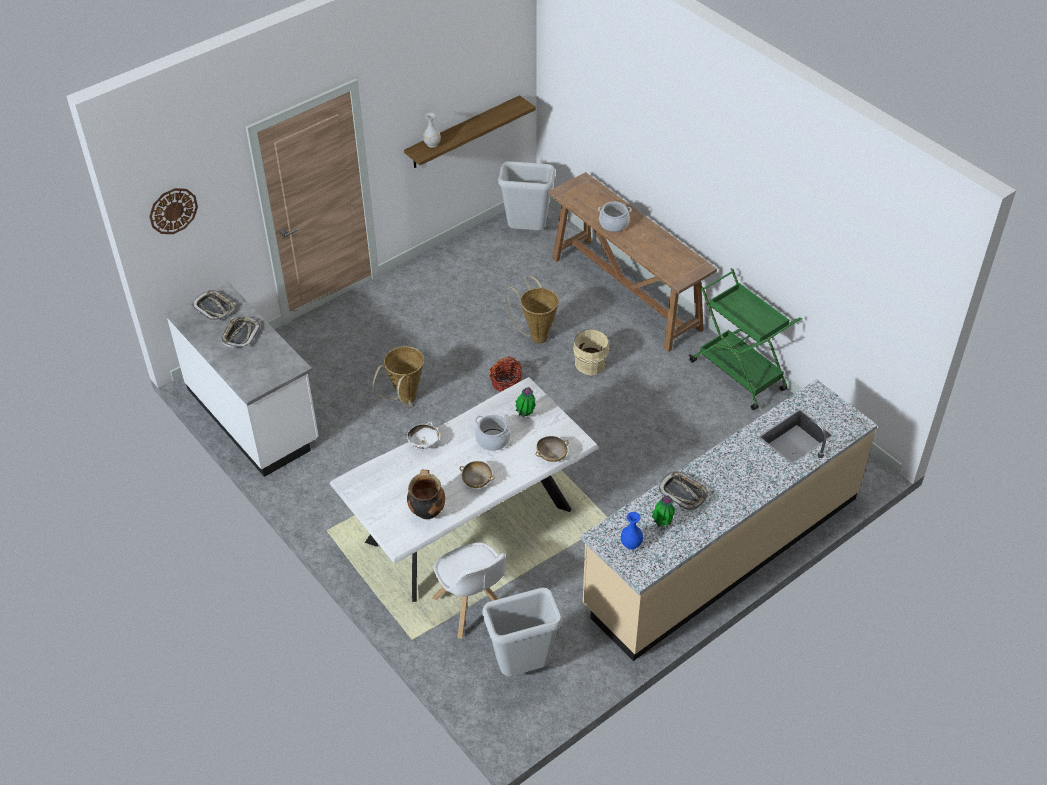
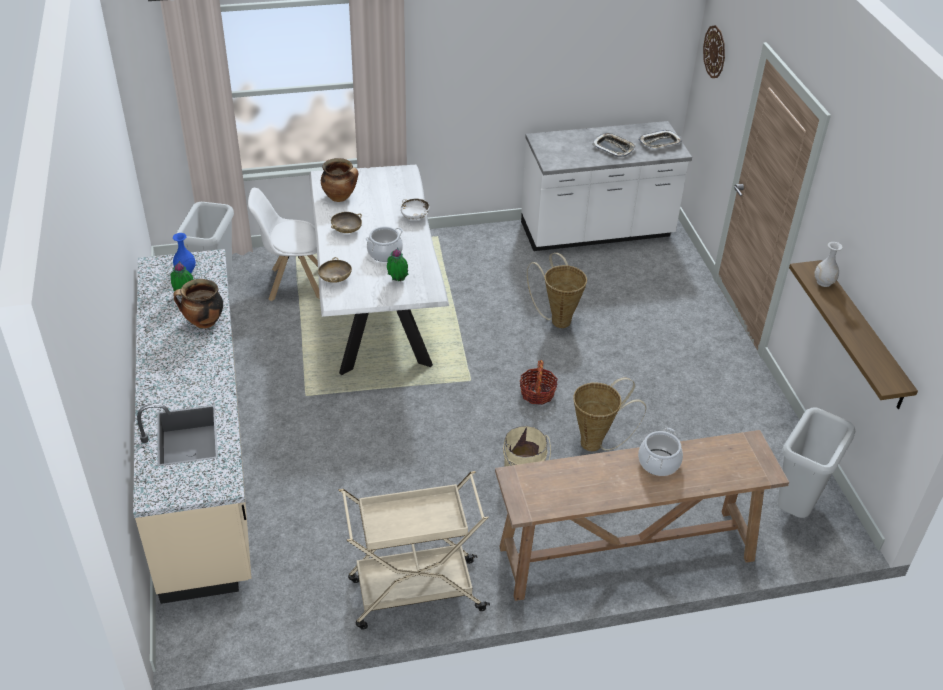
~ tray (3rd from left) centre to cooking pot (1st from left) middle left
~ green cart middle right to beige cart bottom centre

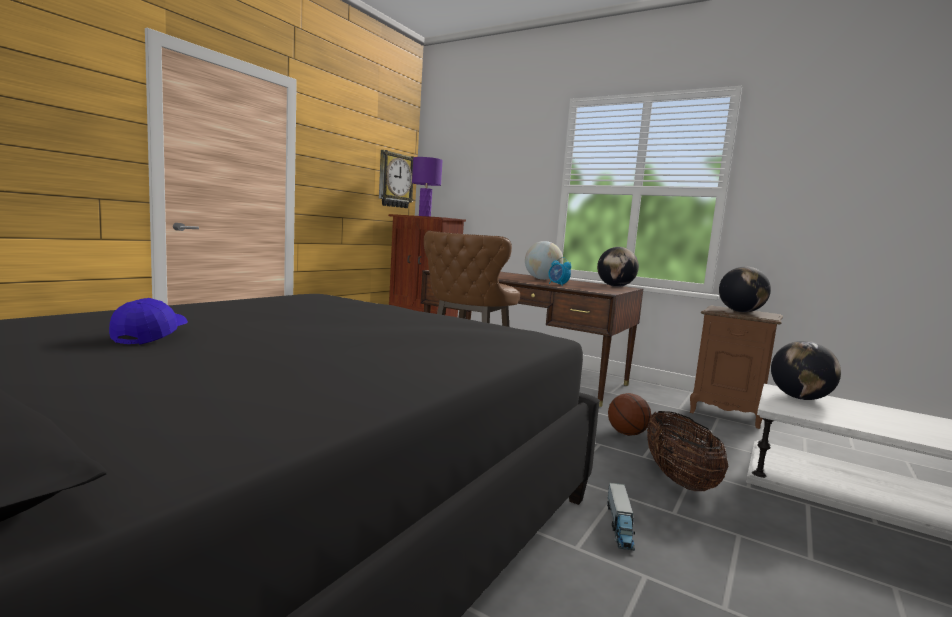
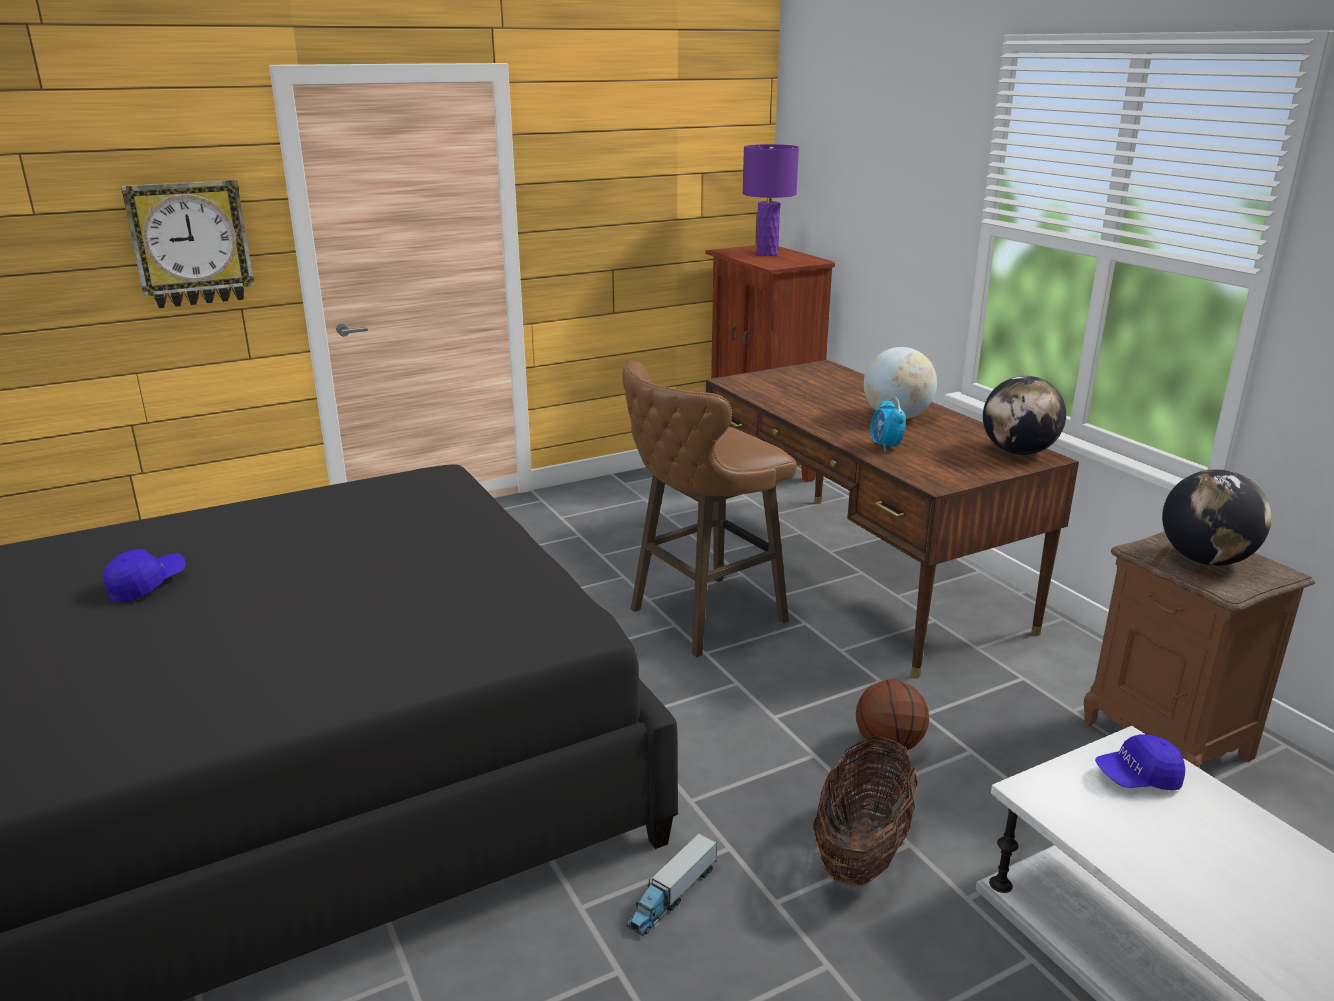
~ wall clock top centre to top left
~ globe (4th from left) middle right to blue cap (2nd from left) bottom right

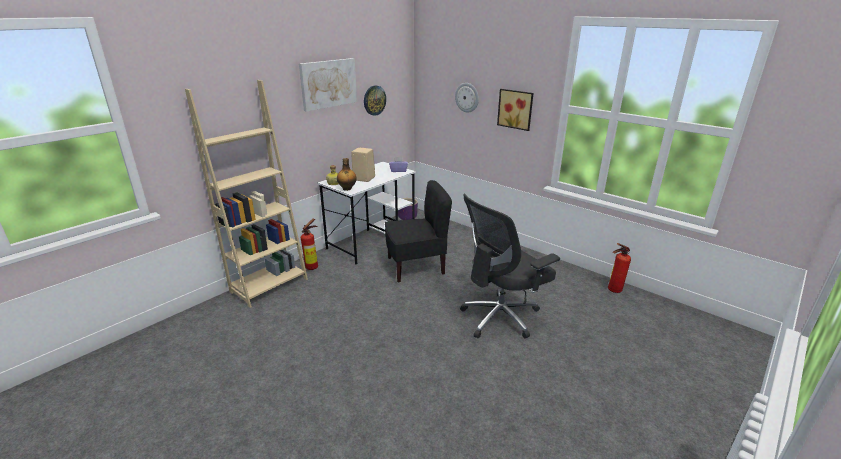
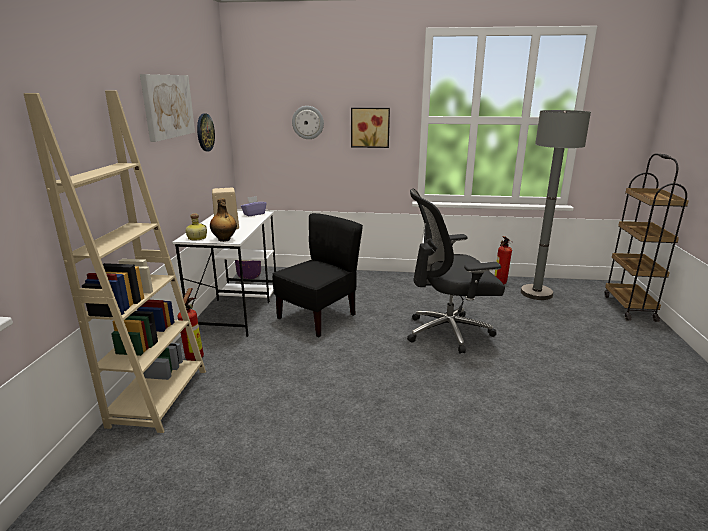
+ grey floor lamp middle right
+ brown cart middle right
~ office chair centre = centre 60 degrees clockwise

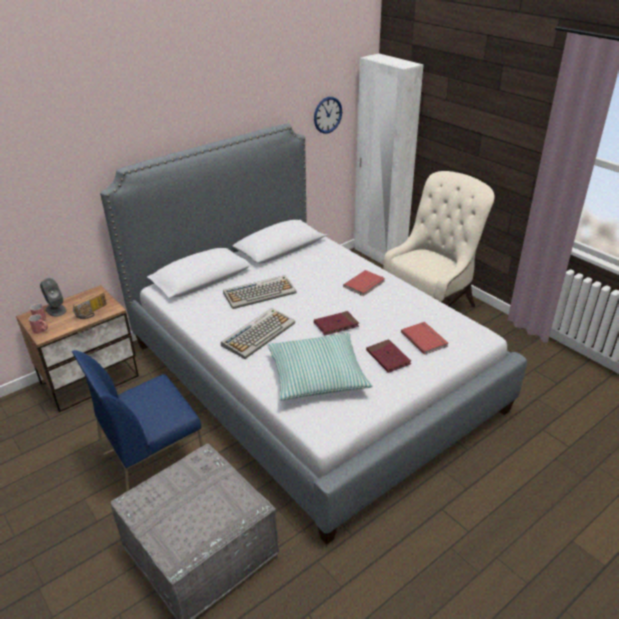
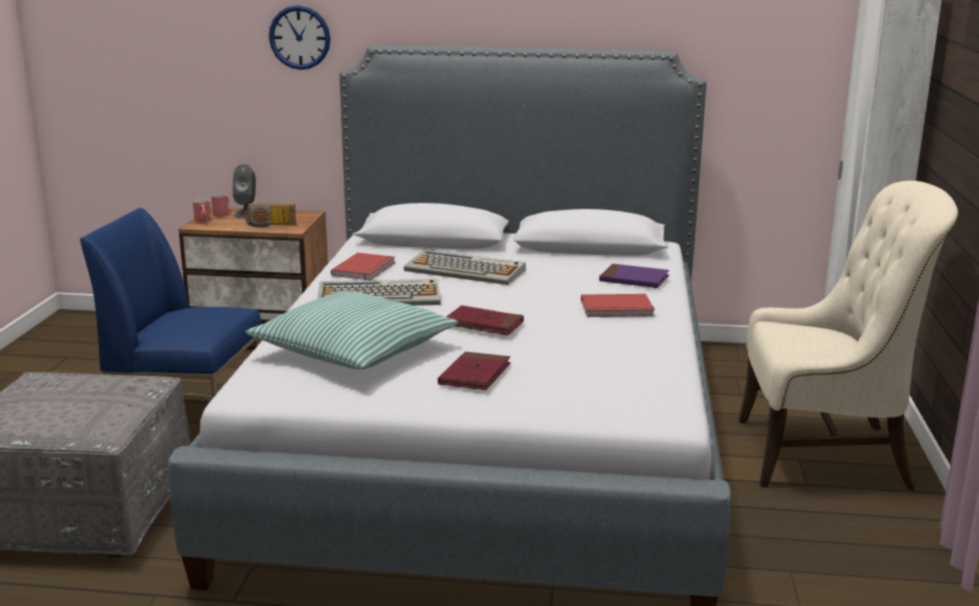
+ purple book centre
~ wall clock top centre to top left
~ red book (4th from left in the first image) middle right to red book (1st from left) centre

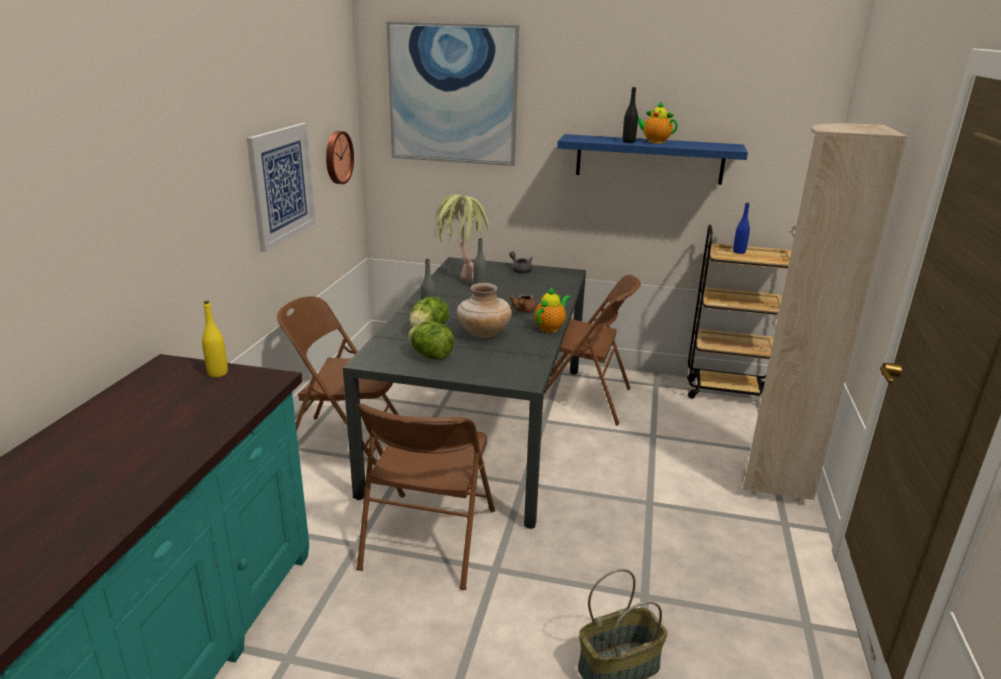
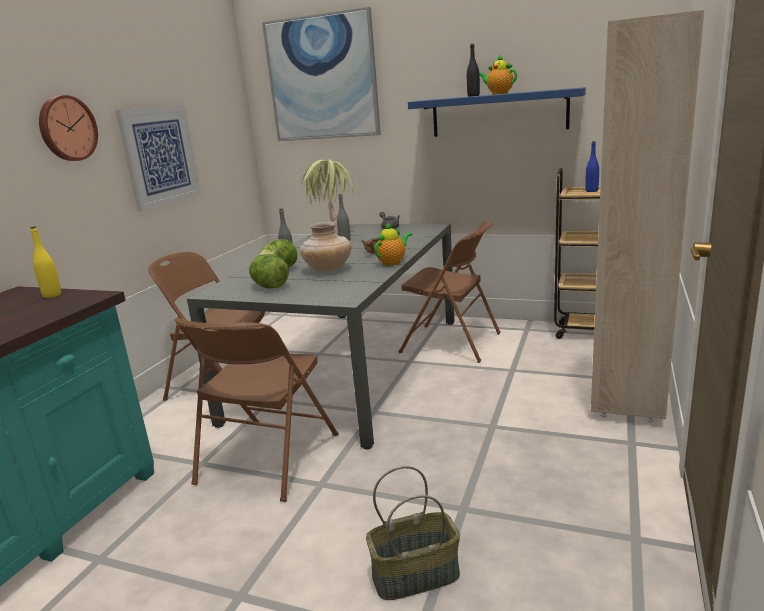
~ wall clock top centre to top left

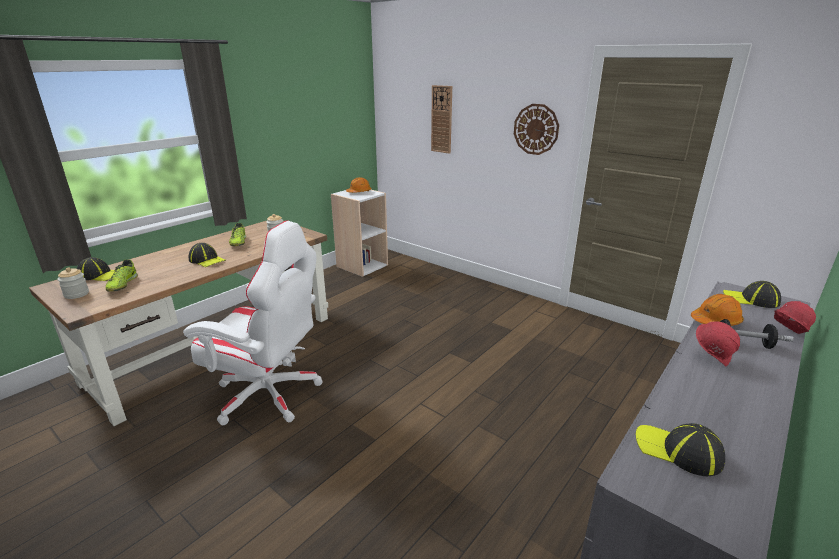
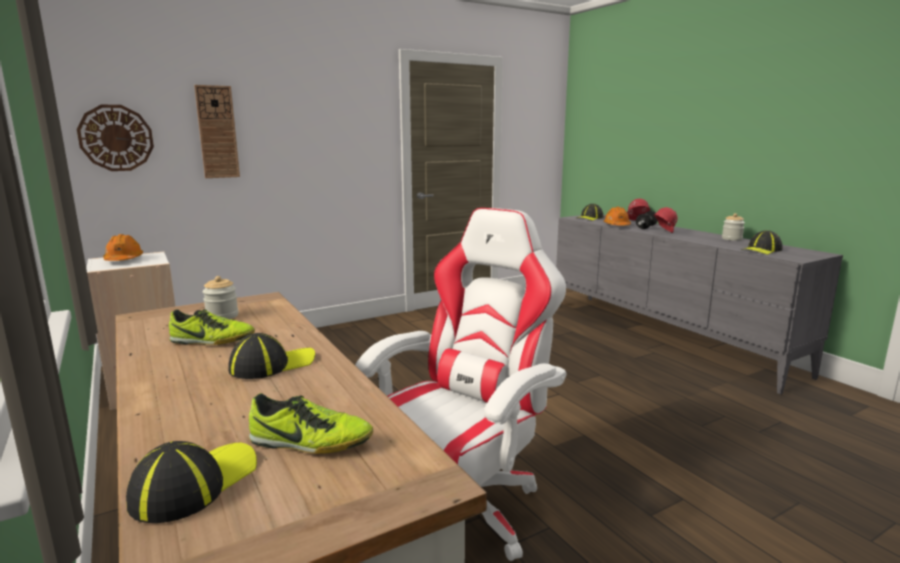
~ jar (1st from left in the first image) middle left to jar (2nd from left) middle right
~ wall clock (2nd from left in the first image) top centre to wall clock (1st from left) top left

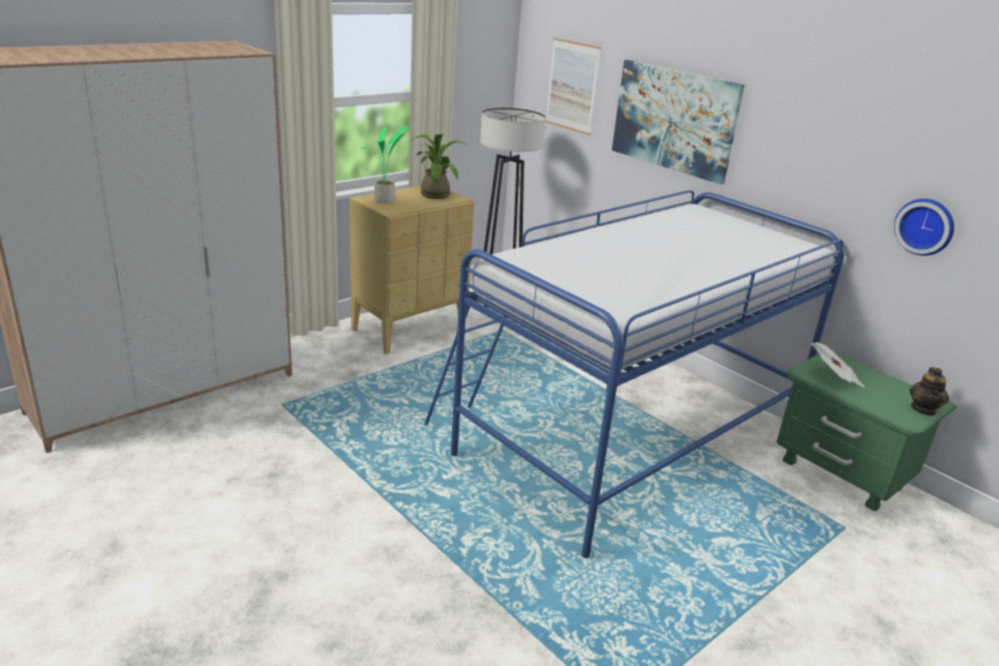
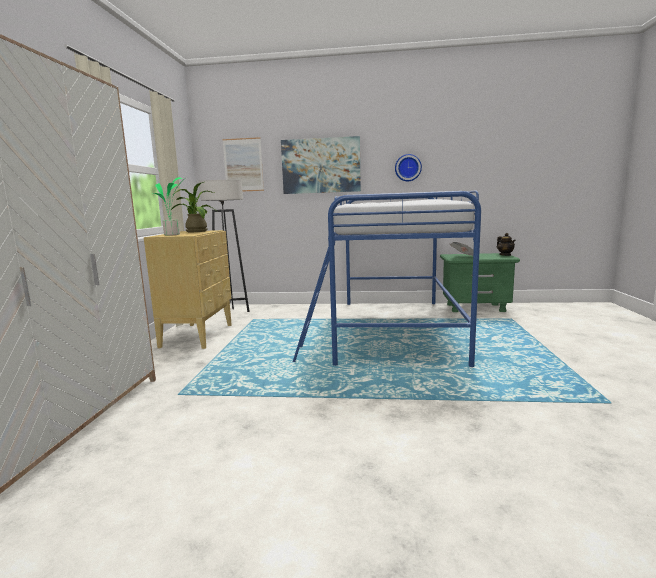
~ wall clock middle right to top centre

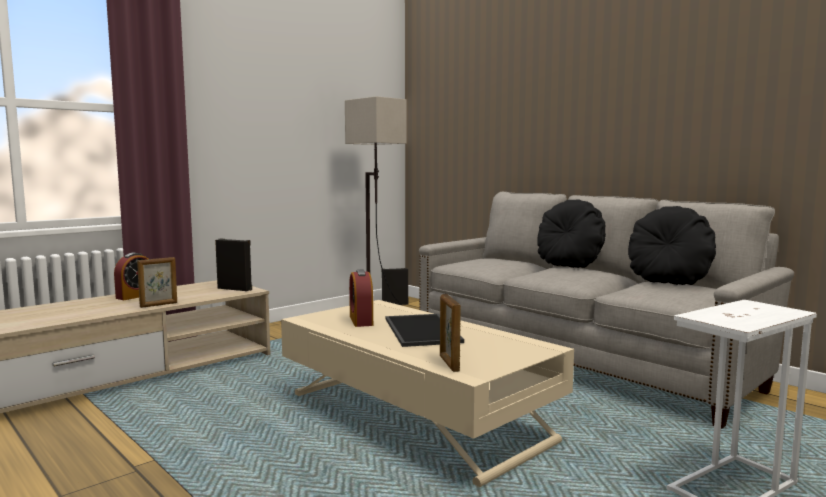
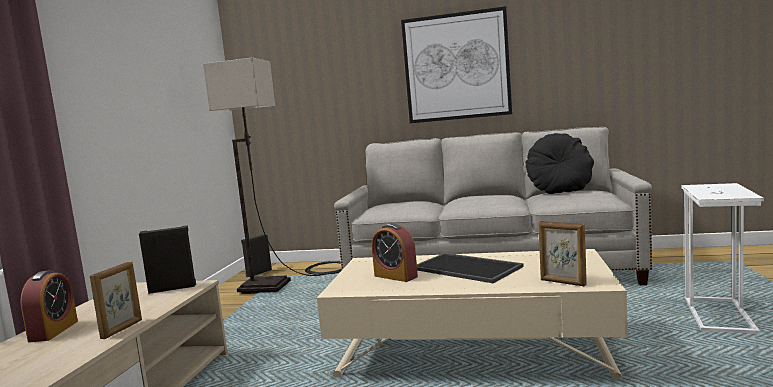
- black pillow (1st from left) middle right
+ picture top centre

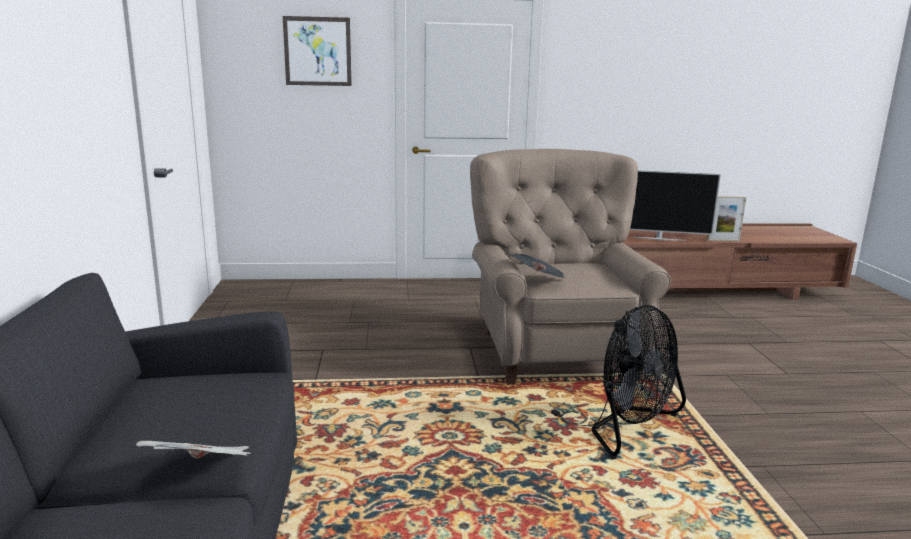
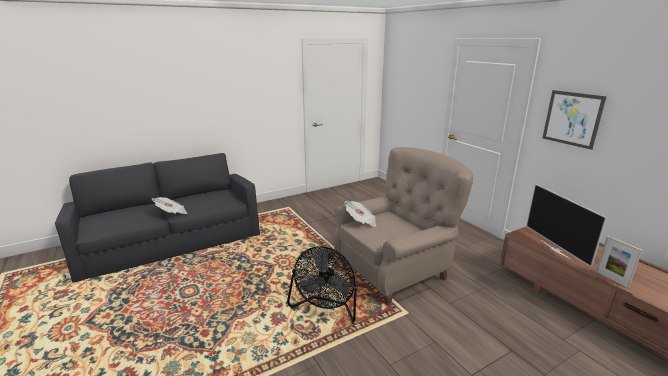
~ picture top centre to top right

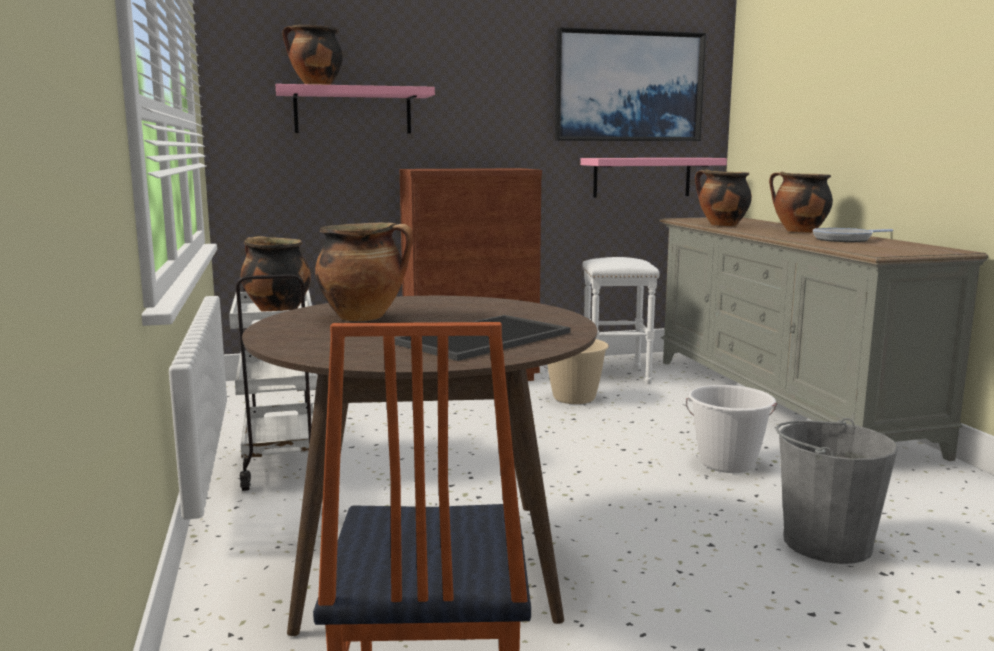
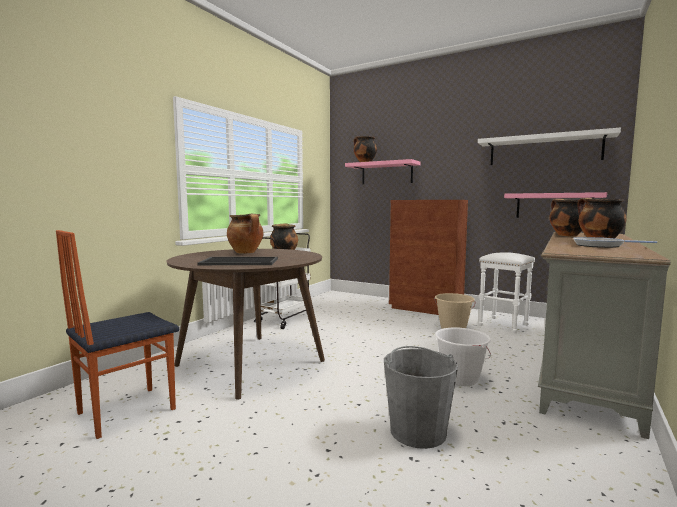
~ picture top centre to white shelf top right

